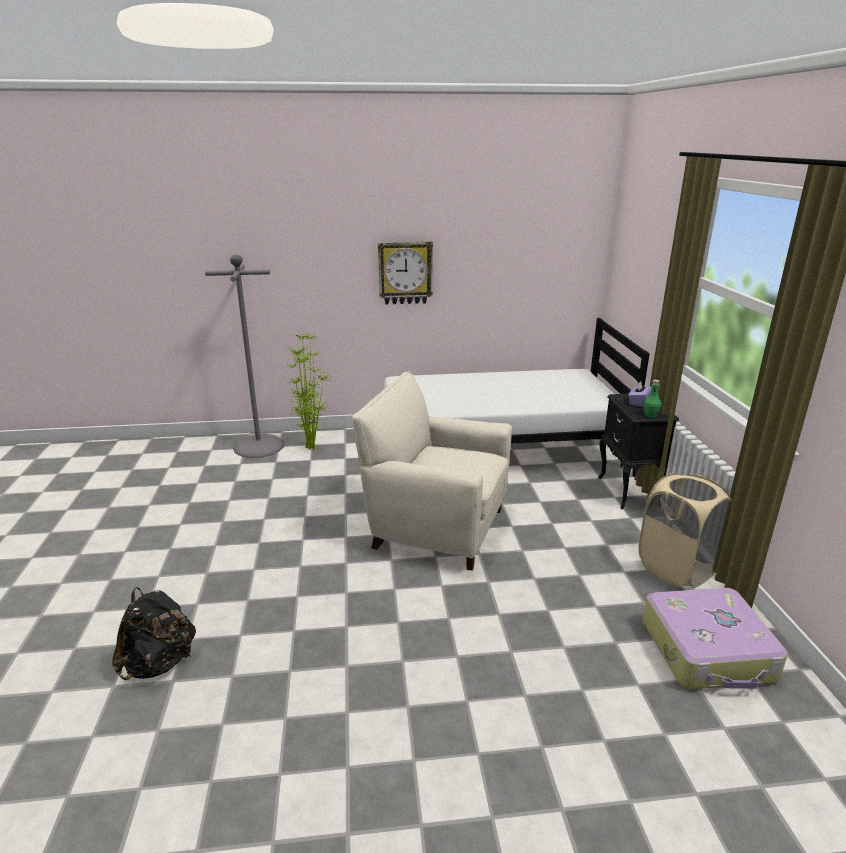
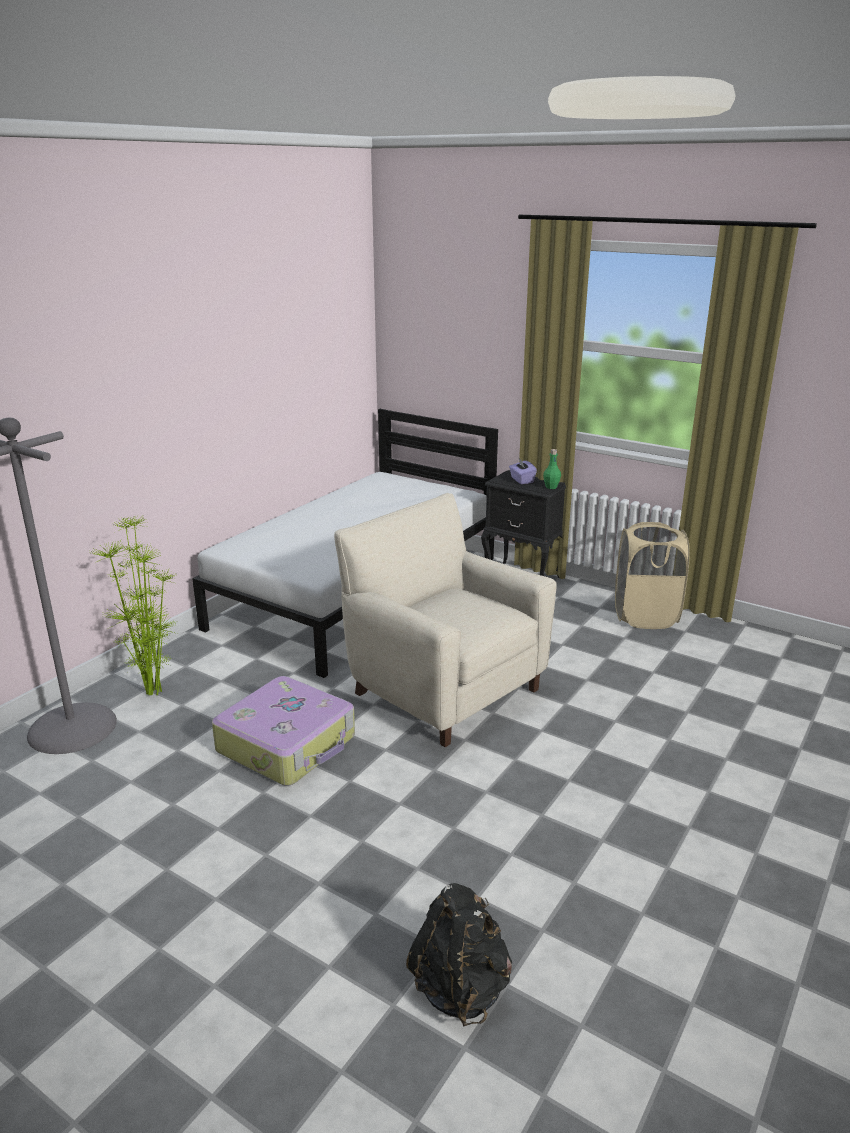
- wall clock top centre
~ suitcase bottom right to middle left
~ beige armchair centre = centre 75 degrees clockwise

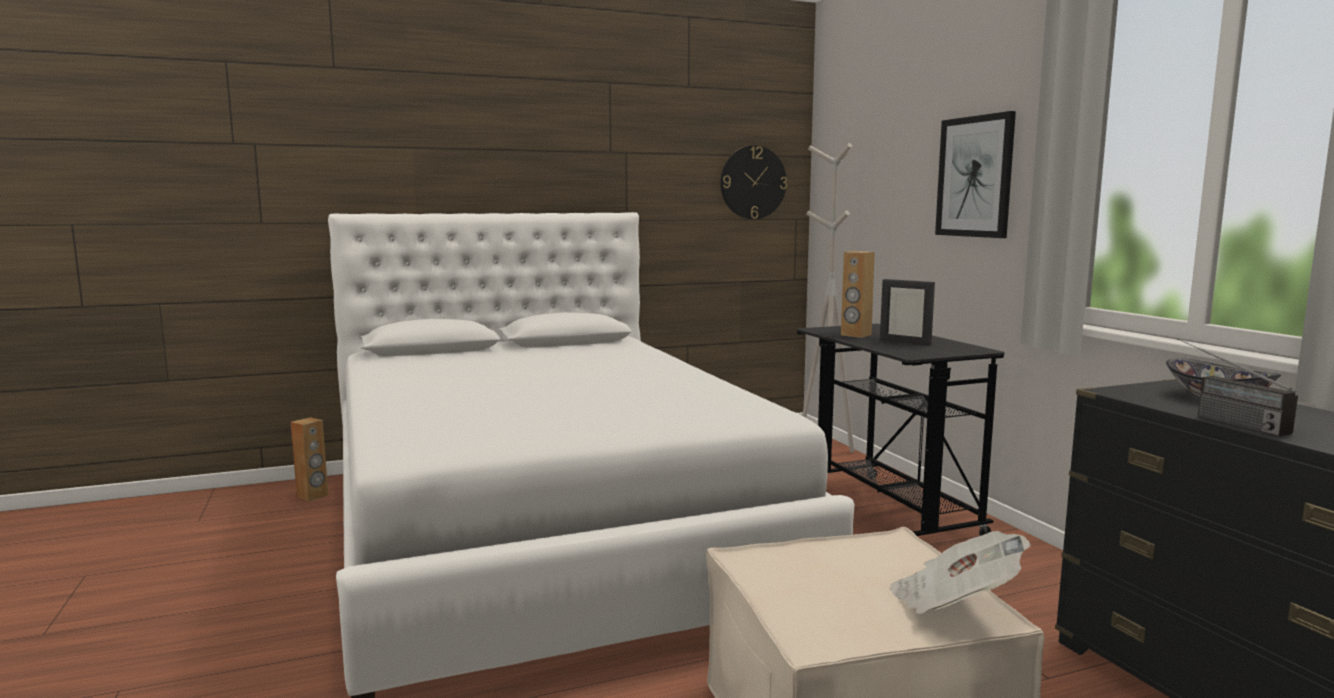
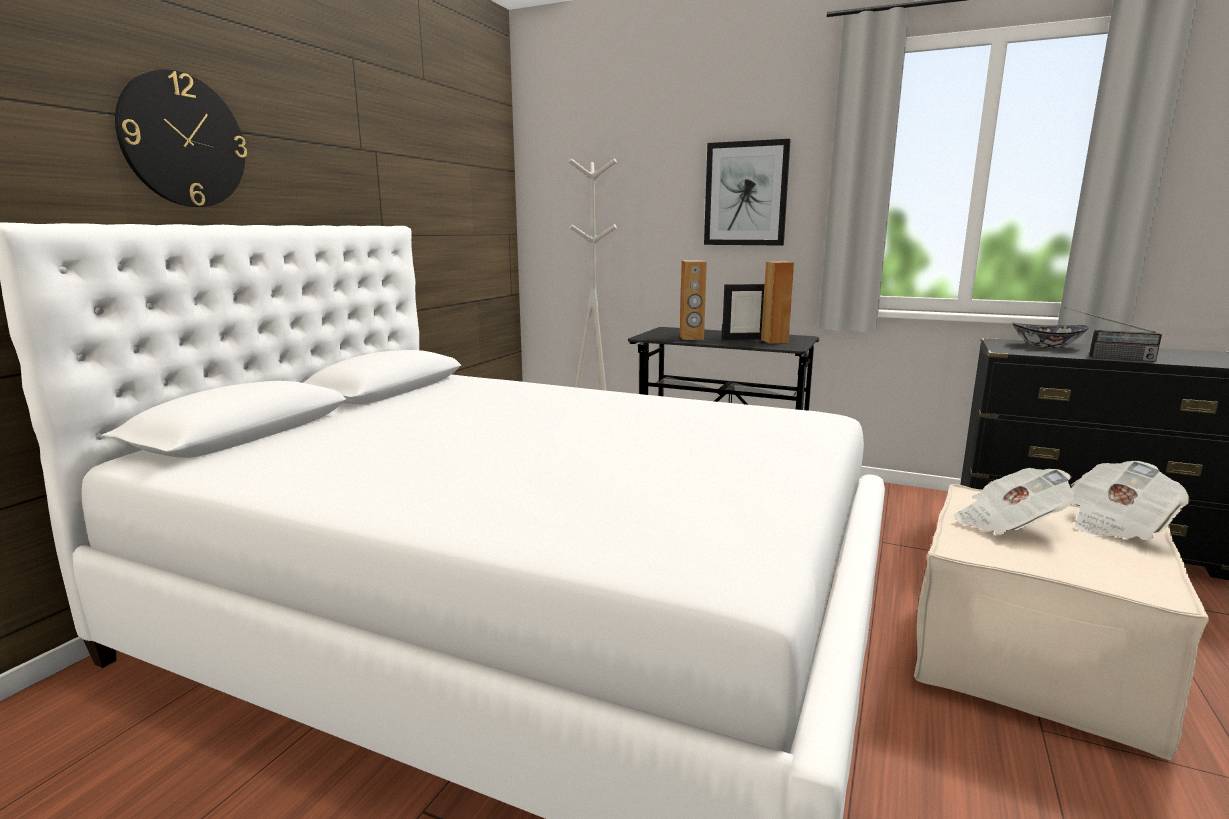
+ newspaper (1st from left) middle right
~ brown speaker (1st from left in the first image) middle left to brown speaker (2nd from left) centre
~ wall clock top centre to top left

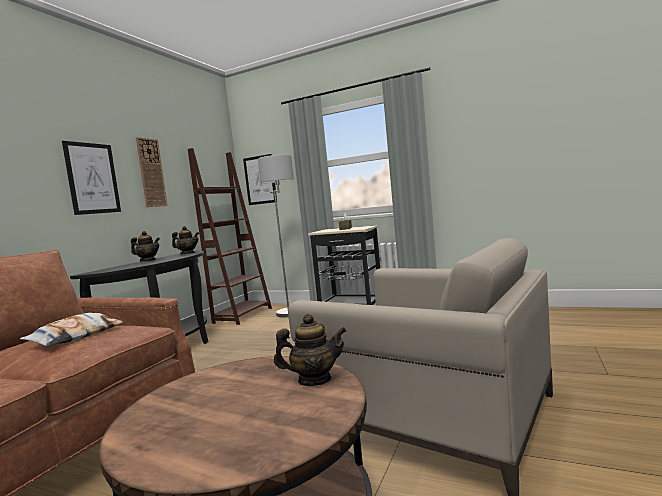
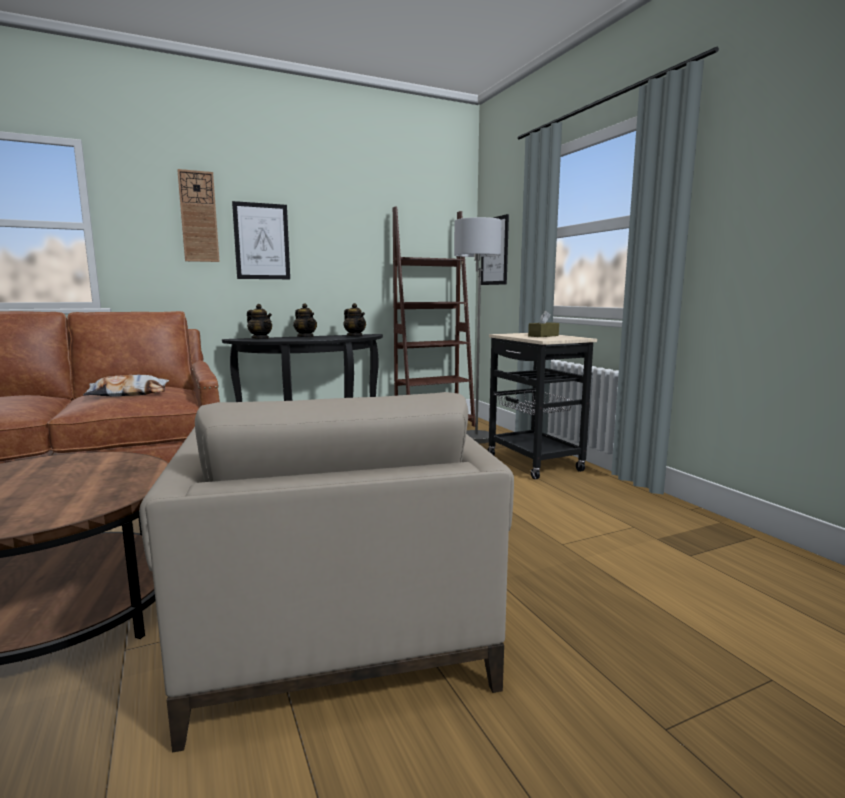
~ wall clock middle left to top left
~ teapot (3rd from left in the first image) bottom centre to teapot (1st from left) middle left

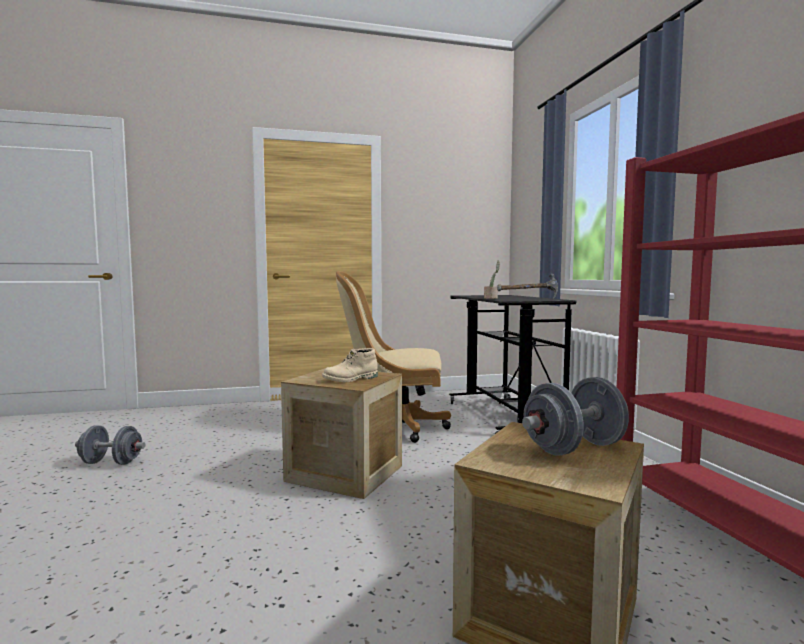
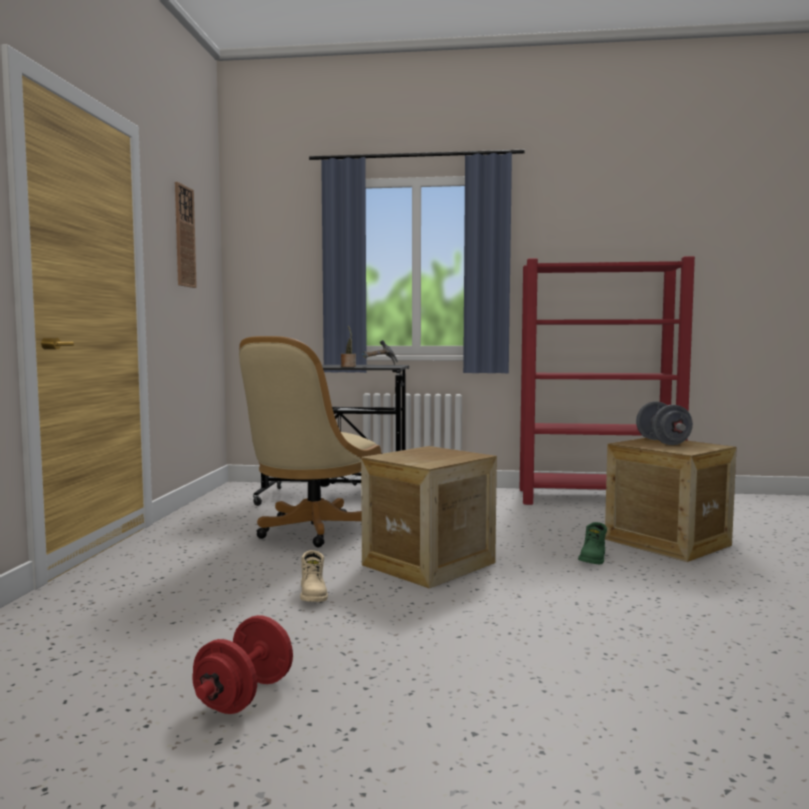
+ wall clock top left
+ green boot bottom right
~ beige boot centre to bottom centre
~ grey dumbbell (1st from left) bottom left to red dumbbell bottom left

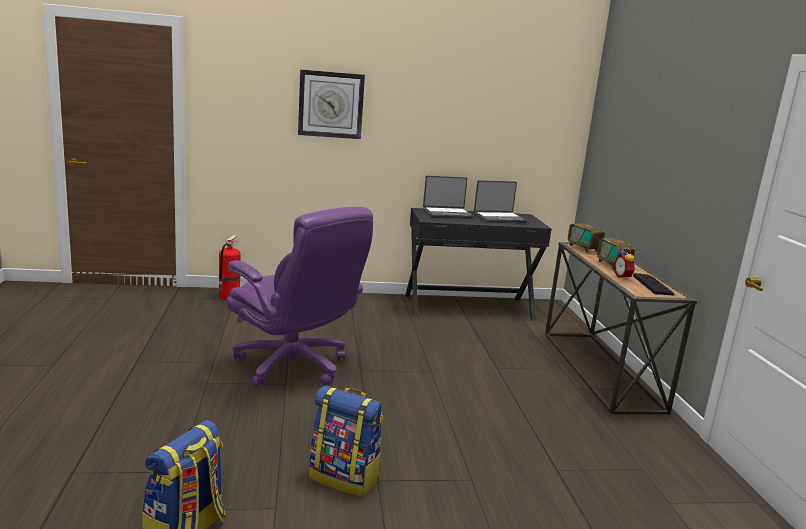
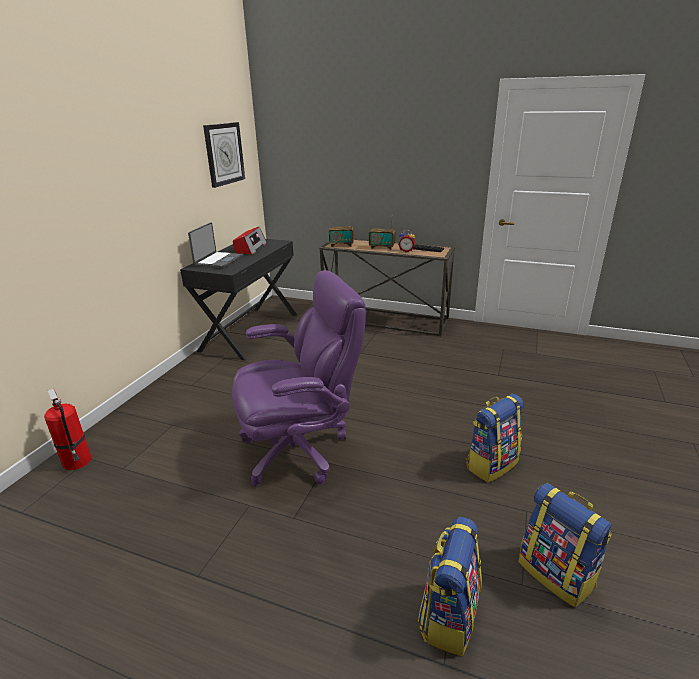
+ backpack (1st from left) bottom centre
~ wall clock top centre to top left
~ laptop (2nd from left) centre to radio (1st from left) centre

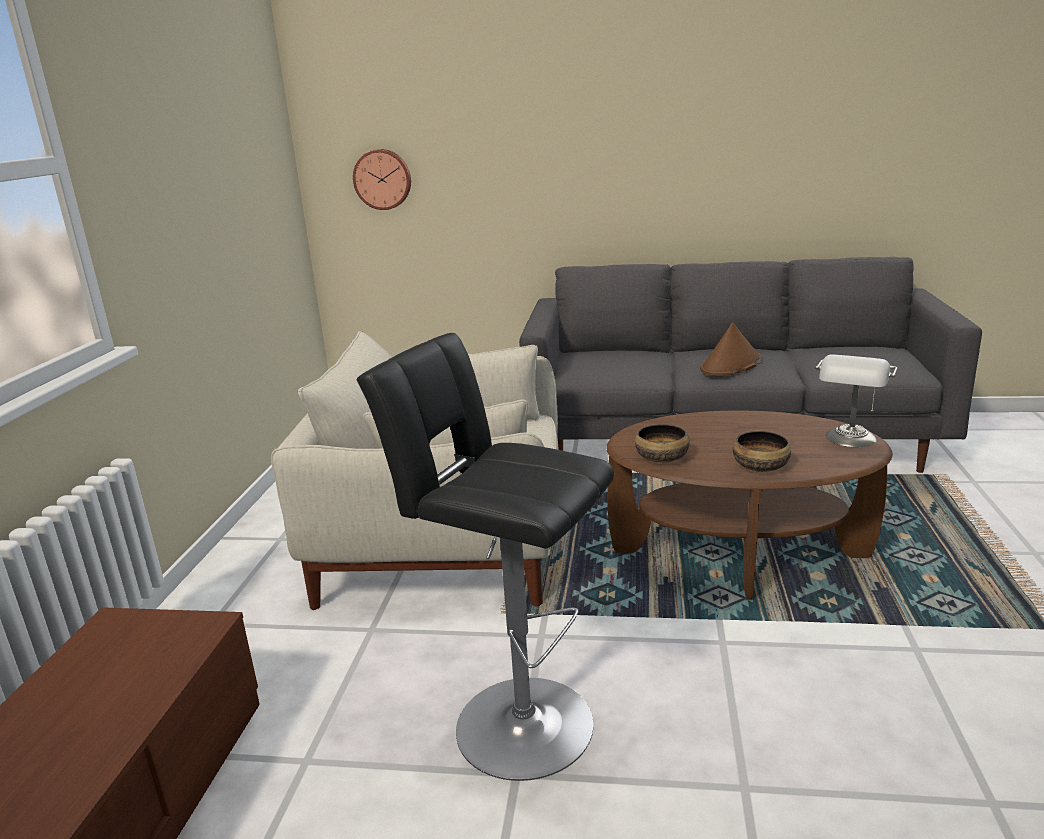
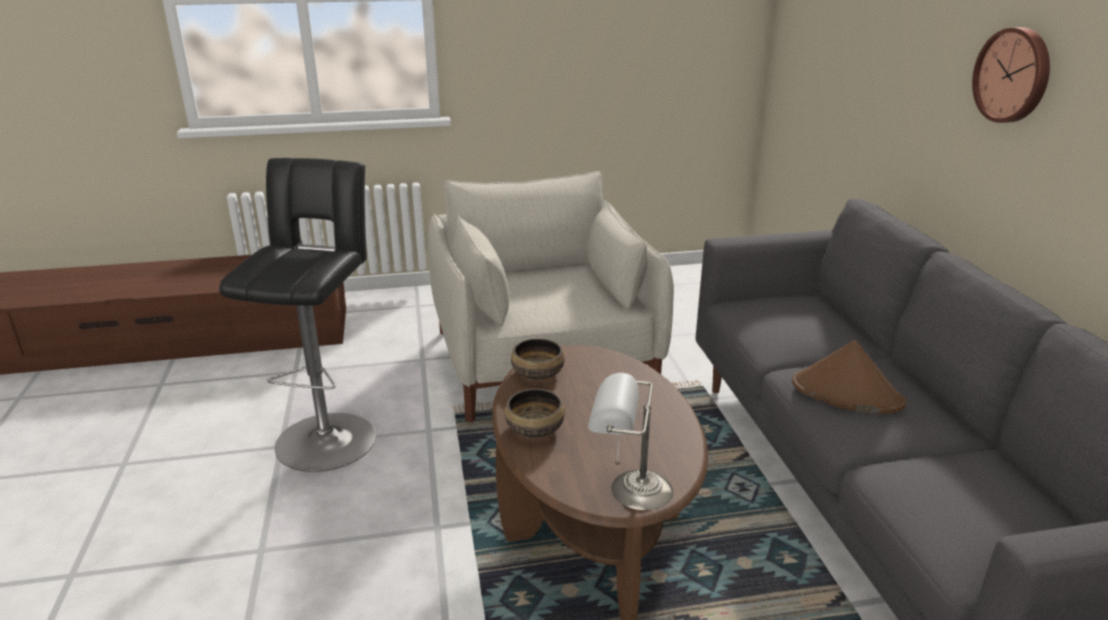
~ wall clock top centre to top right

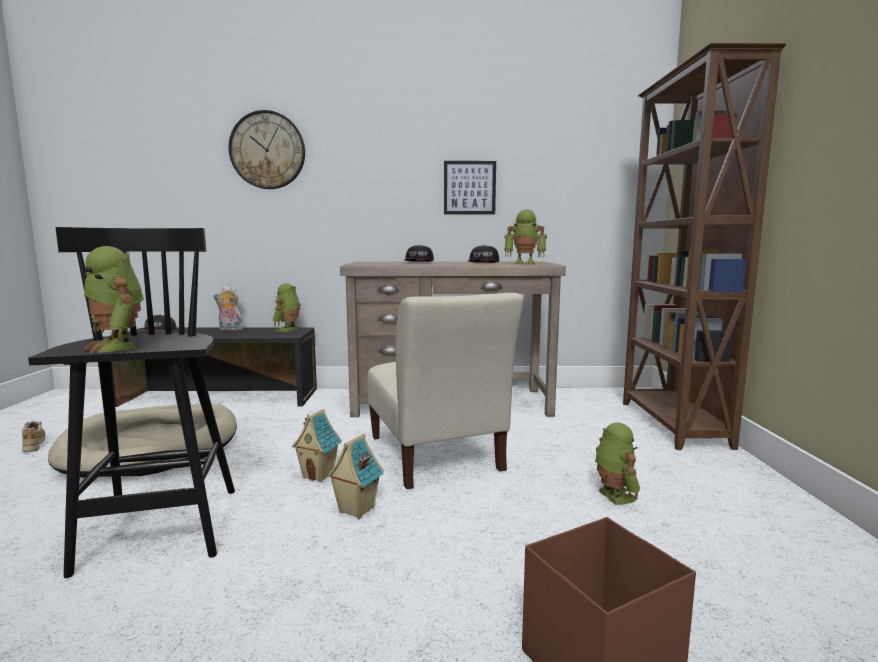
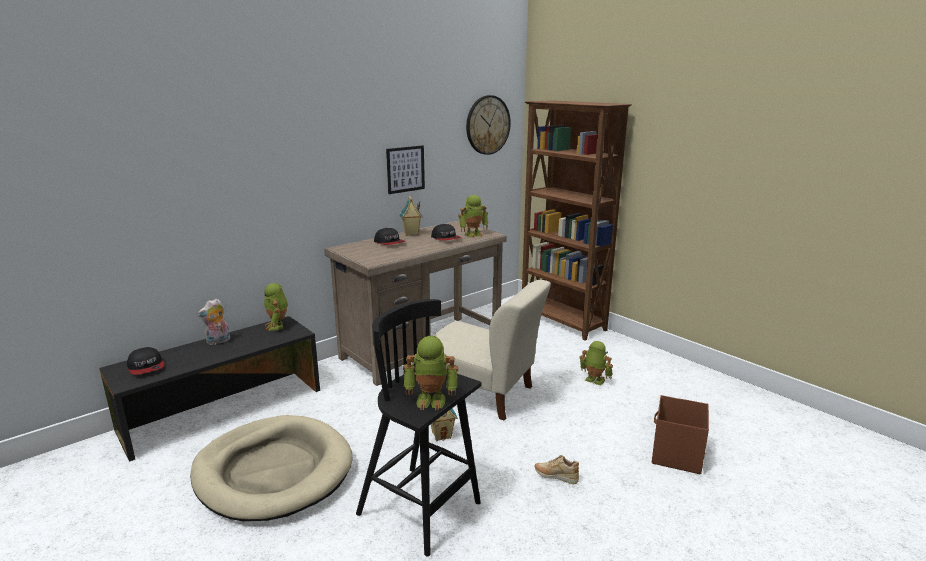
~ beige shoe middle left to bottom centre
~ wall clock top left to top centre
~ toy house (2nd from left in the first image) bottom centre to toy house (1st from left) centre

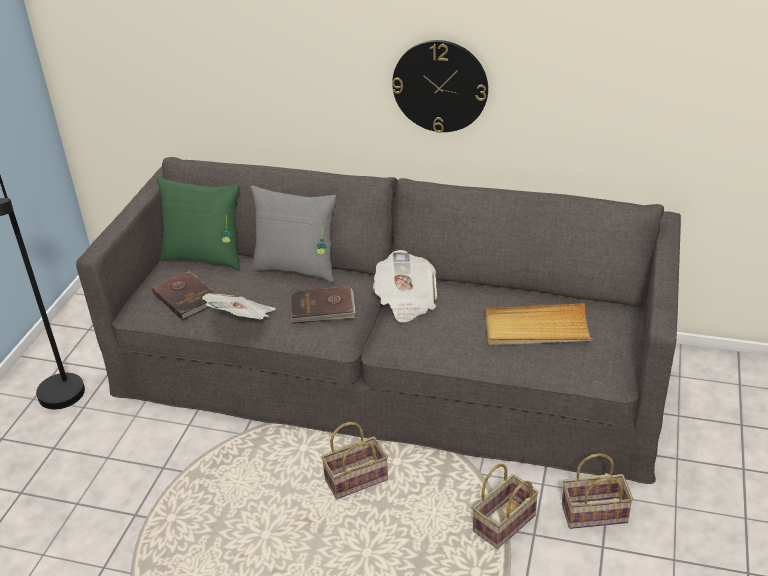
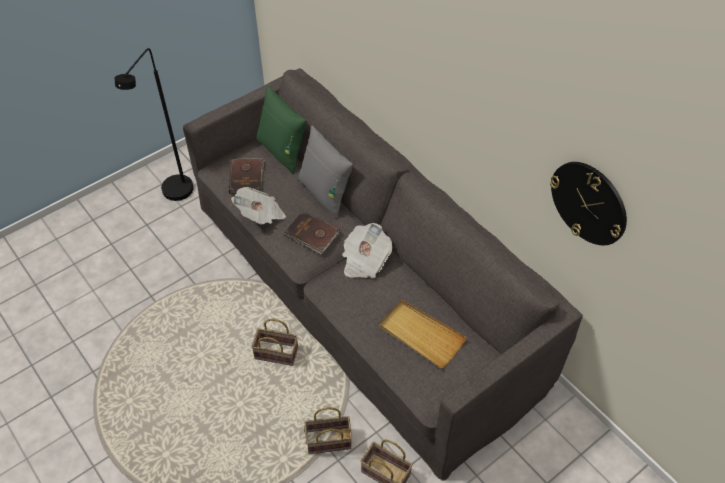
~ wall clock top centre to middle right

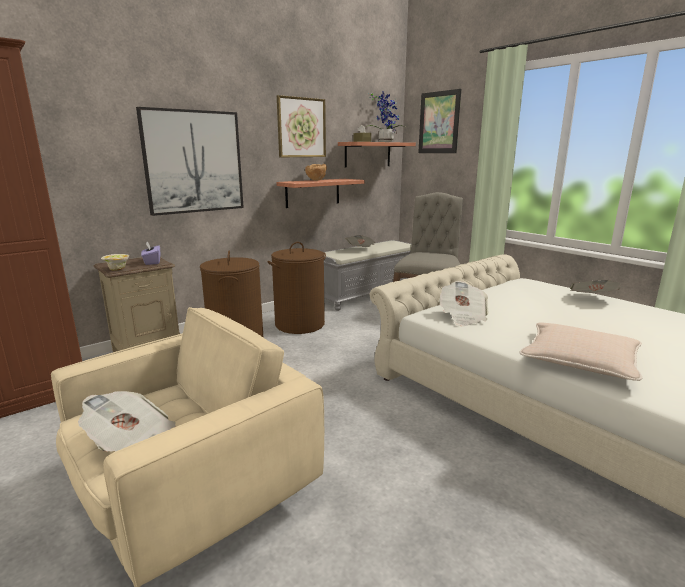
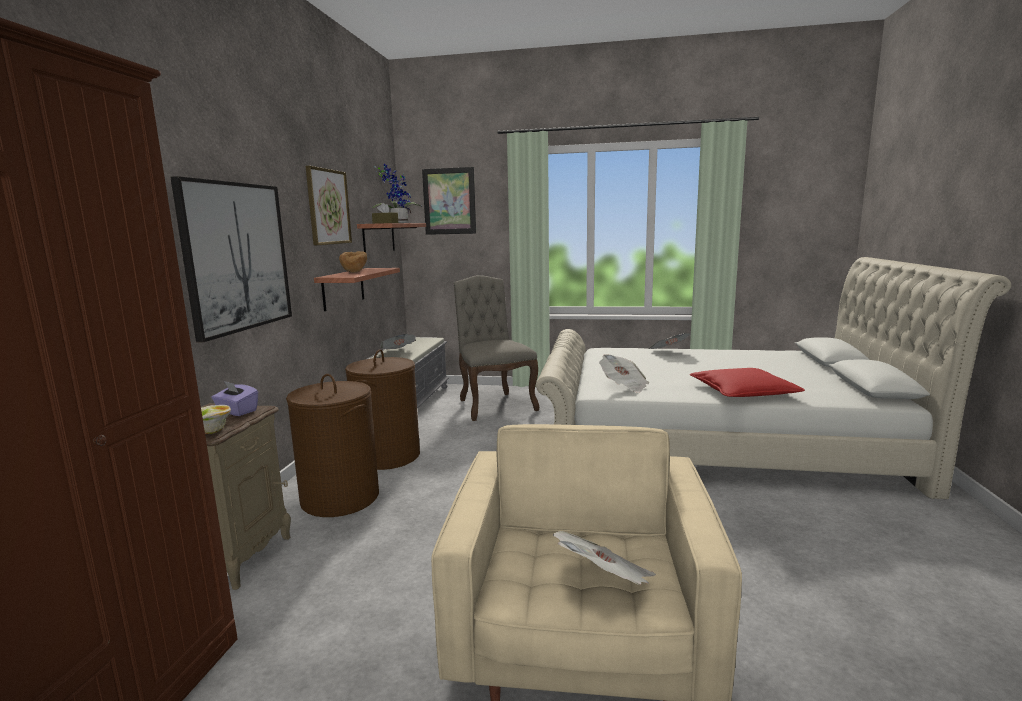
~ beige pillow middle right to red pillow middle right

